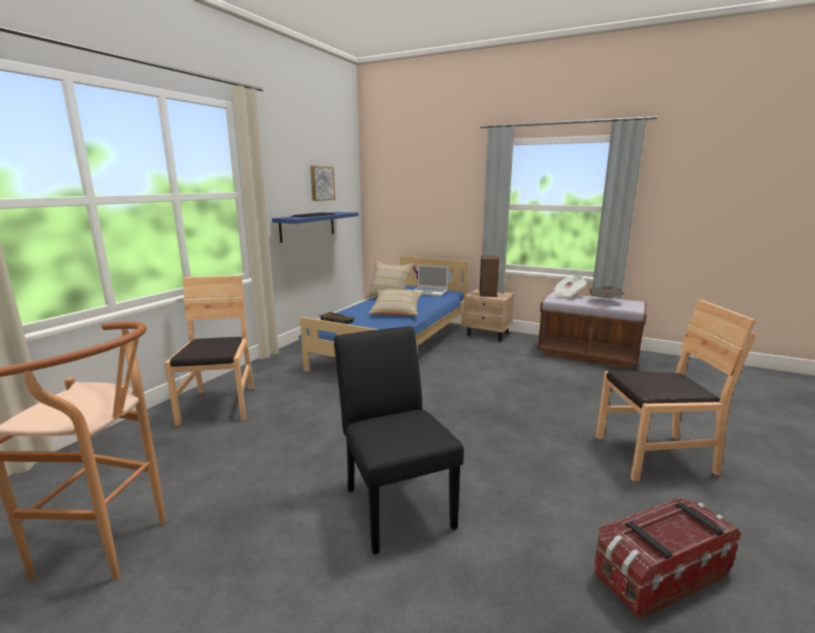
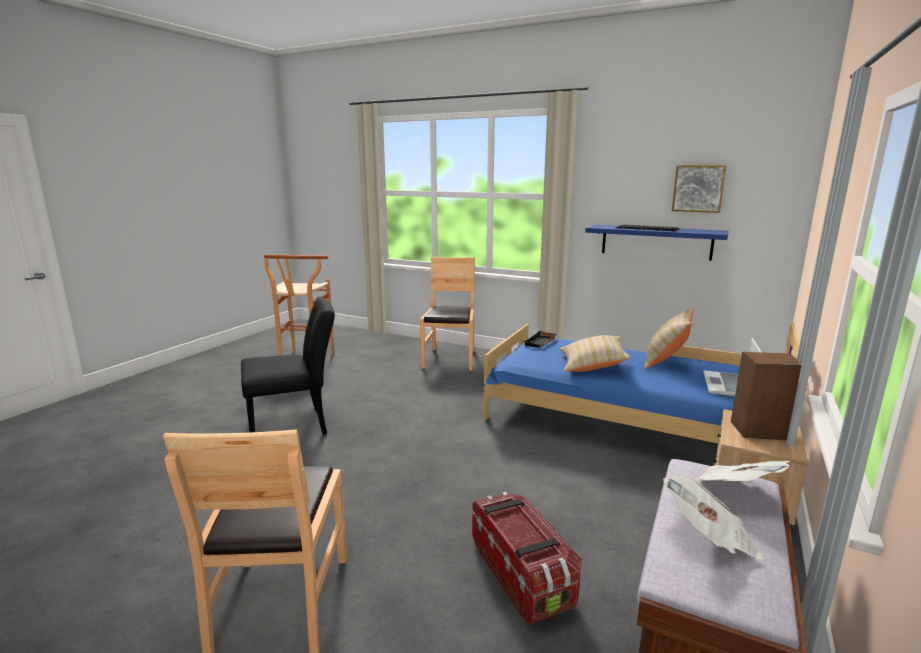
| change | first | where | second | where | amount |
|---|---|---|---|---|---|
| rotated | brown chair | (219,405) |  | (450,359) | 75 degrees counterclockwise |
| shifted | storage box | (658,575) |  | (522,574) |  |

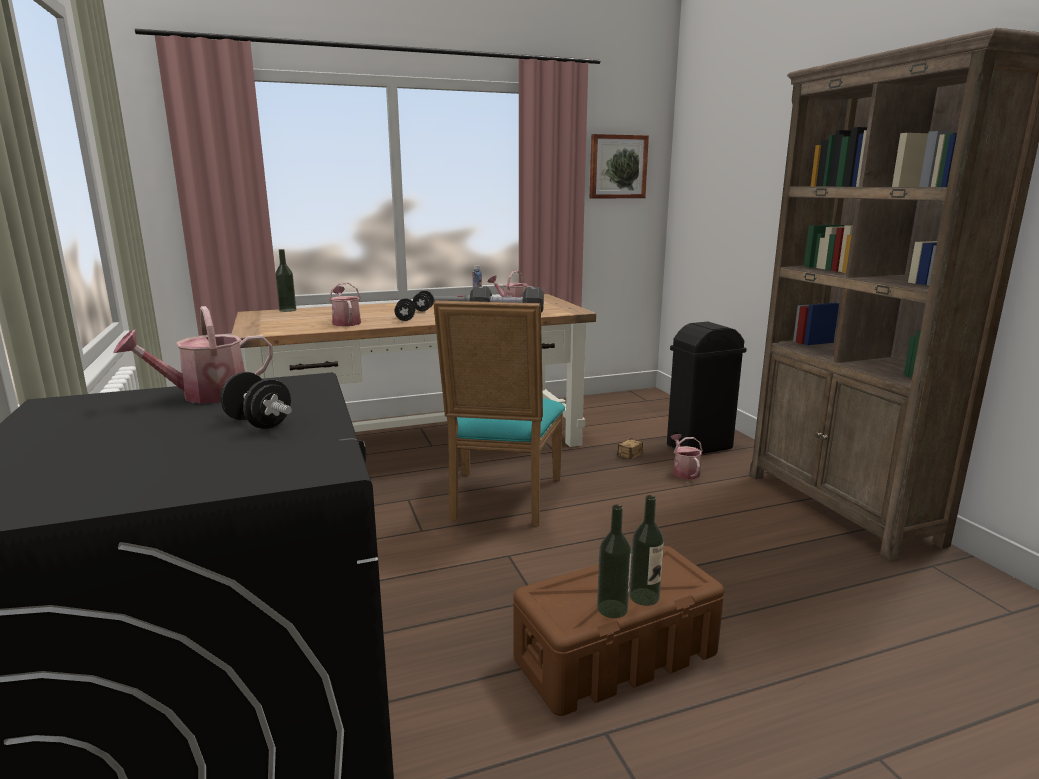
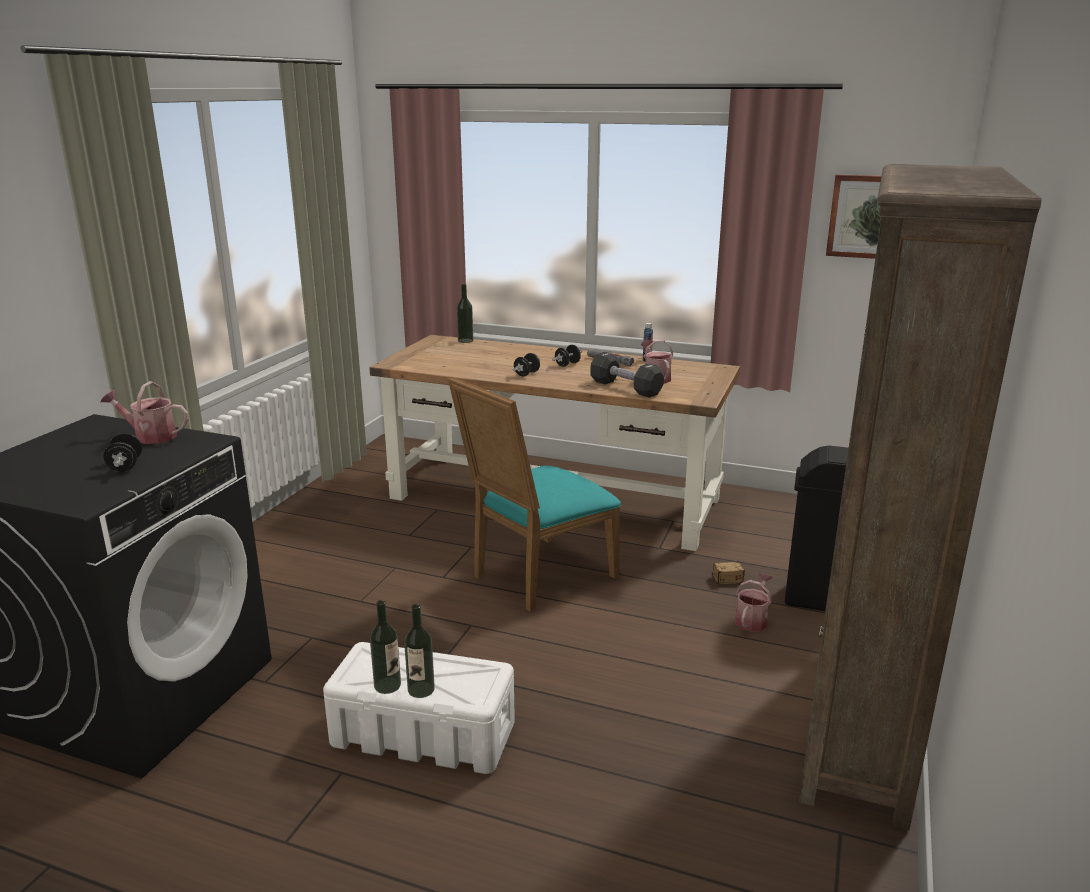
| change | first | where | second | where | amount |
|---|---|---|---|---|---|
| gone | watering can | (345,322) |  |  |  |
| repainted | brown storage box | (617,656) | white storage box | (424,734) |  |

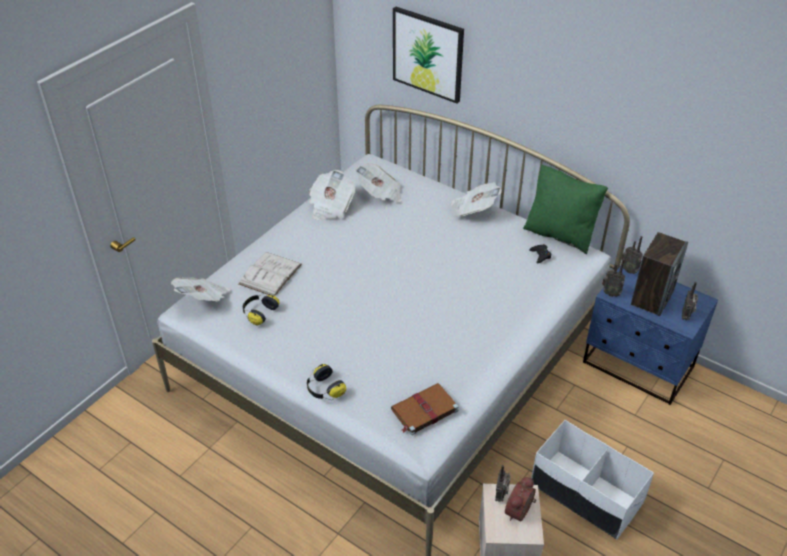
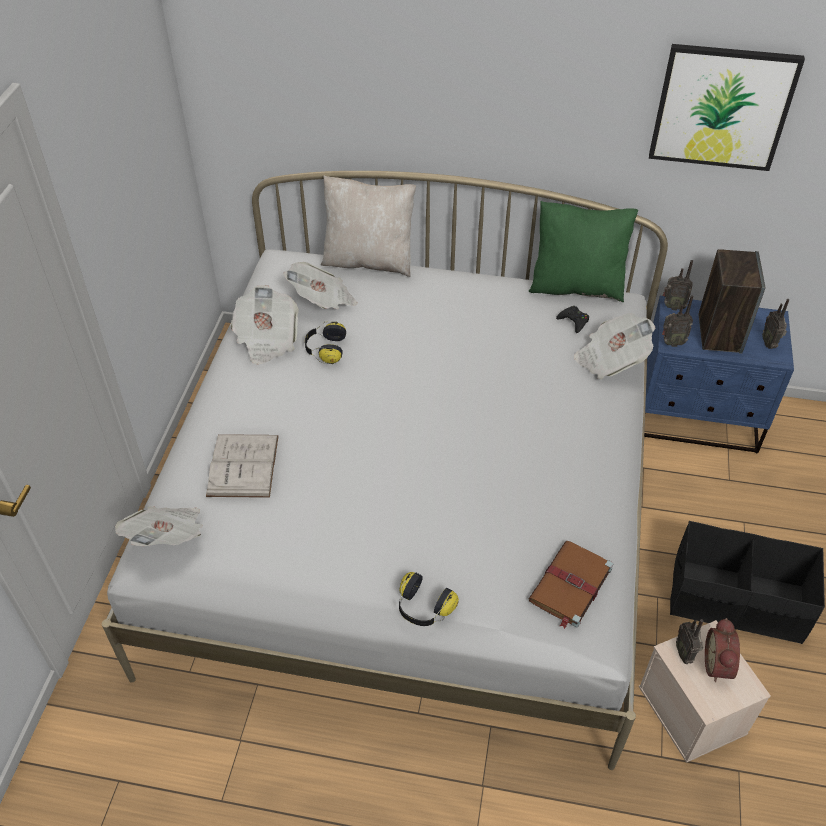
| change | first | where | second | where | amount |
|---|---|---|---|---|---|
| shifted | picture | (428,54) |  | (722,107) |  |
| shifted | newspaper | (473,209) |  | (611,359) |  |
| shifted | headphones | (259,313) |  | (325,349) |  |
| repainted | white storage box | (586,494) | black storage box | (736,601) |  |
| new |  |  | beige pillow | (369,260) |  |

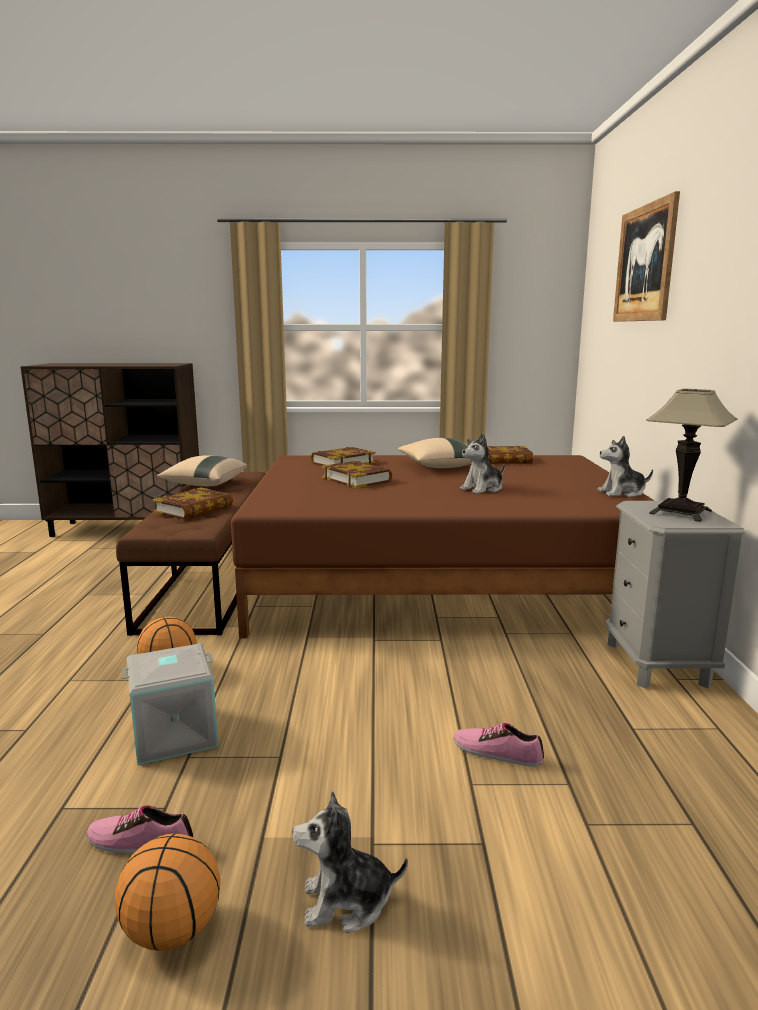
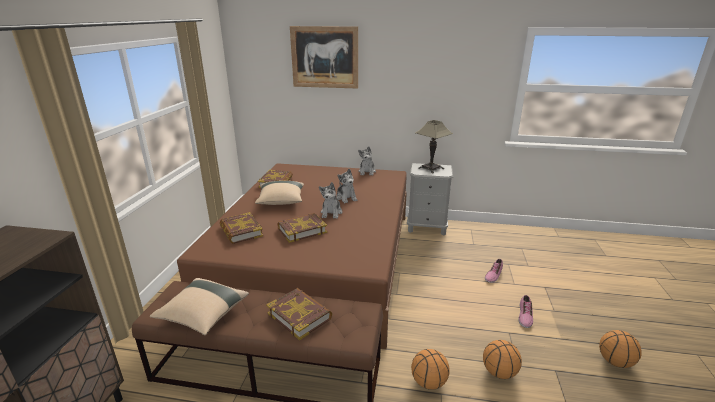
| change | first | where | second | where | amount |
|---|---|---|---|---|---|
| swapped | grey storage box | (174,735) | basketball | (499,372) |  |
| shifted | plush toy | (346,902) |  | (331,213) |  |
| shifted | shoe | (140,841) |  | (524,315) |  |

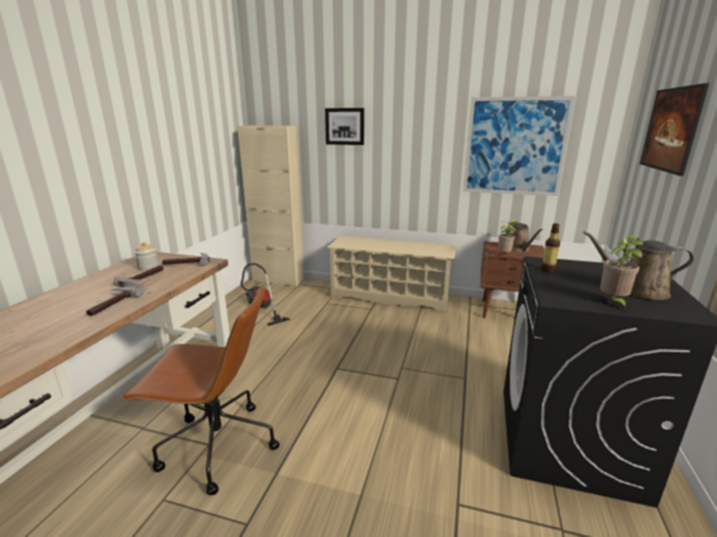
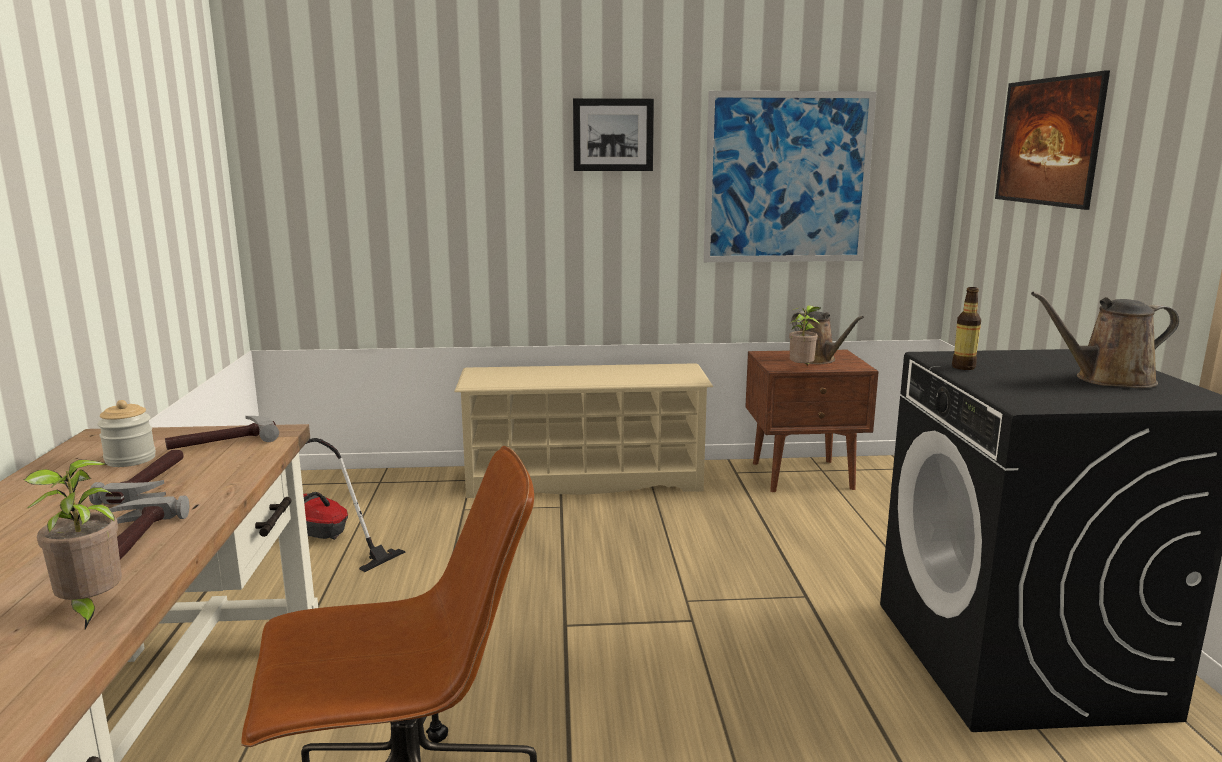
| change | first | where | second | where | amount |
|---|---|---|---|---|---|
| shifted | picture | (345,126) |  | (613,135) |  |
| gone | beige cabinet | (279,280) |  |  |  |
| shifted | potted plant | (613,302) |  | (90,610) |  |

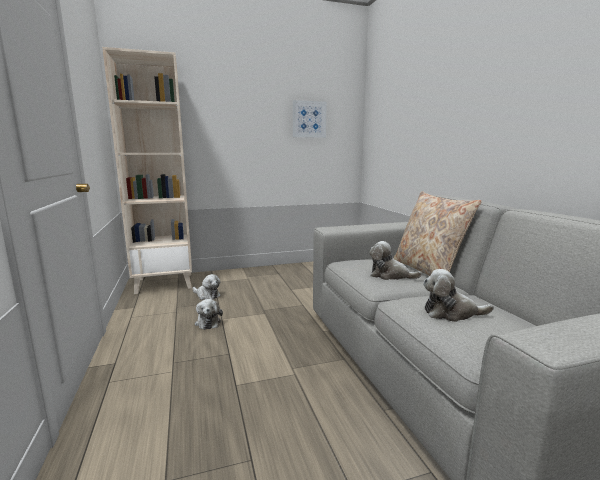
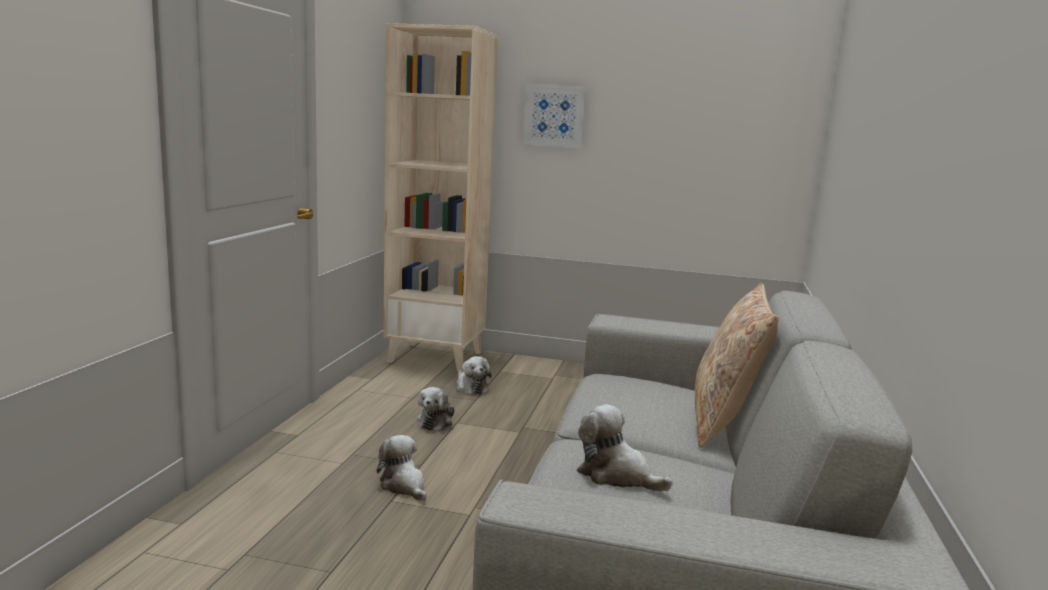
| change | first | where | second | where | amount |
|---|---|---|---|---|---|
| shifted | picture | (309,119) |  | (554,115) |  |
| shifted | plush toy | (390,275) |  | (404,486) |  |

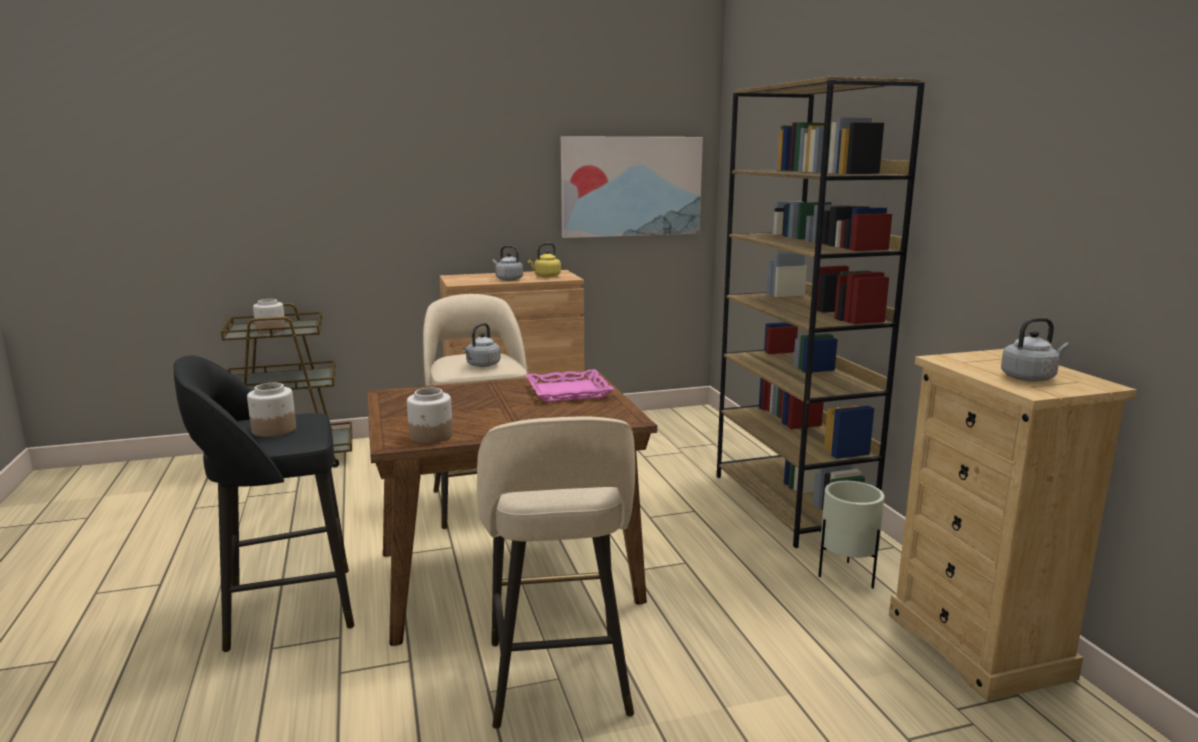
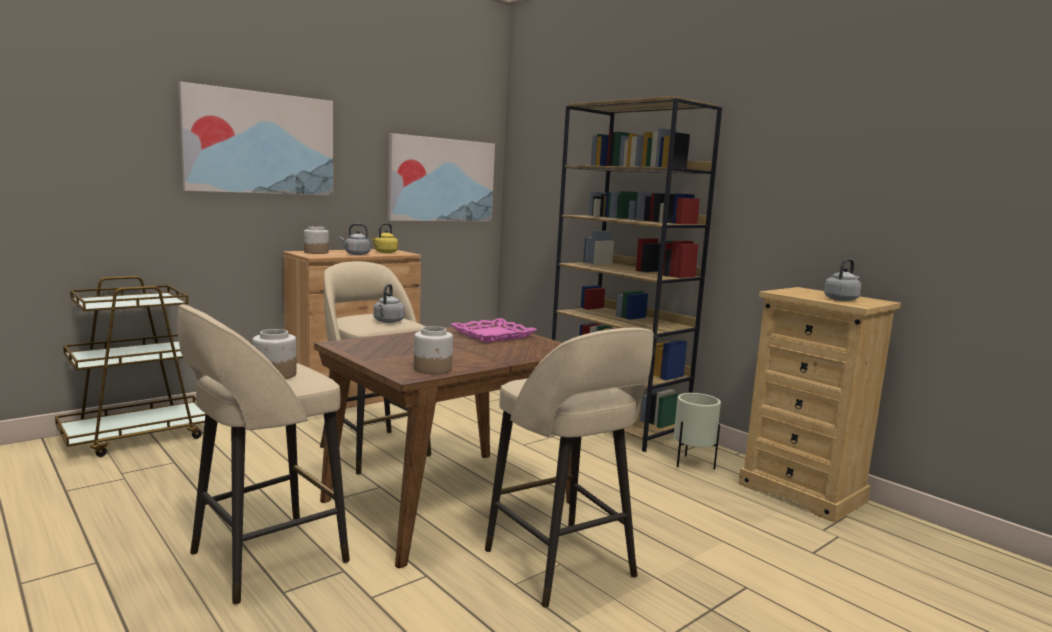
| change | first | where | second | where | amount |
|---|---|---|---|---|---|
| shifted | jar | (270,330) |  | (316,252) |  |
| repainted | black stool | (285,608) | beige stool | (264,559) |  |
| new |  |  | picture | (260,143) |  |

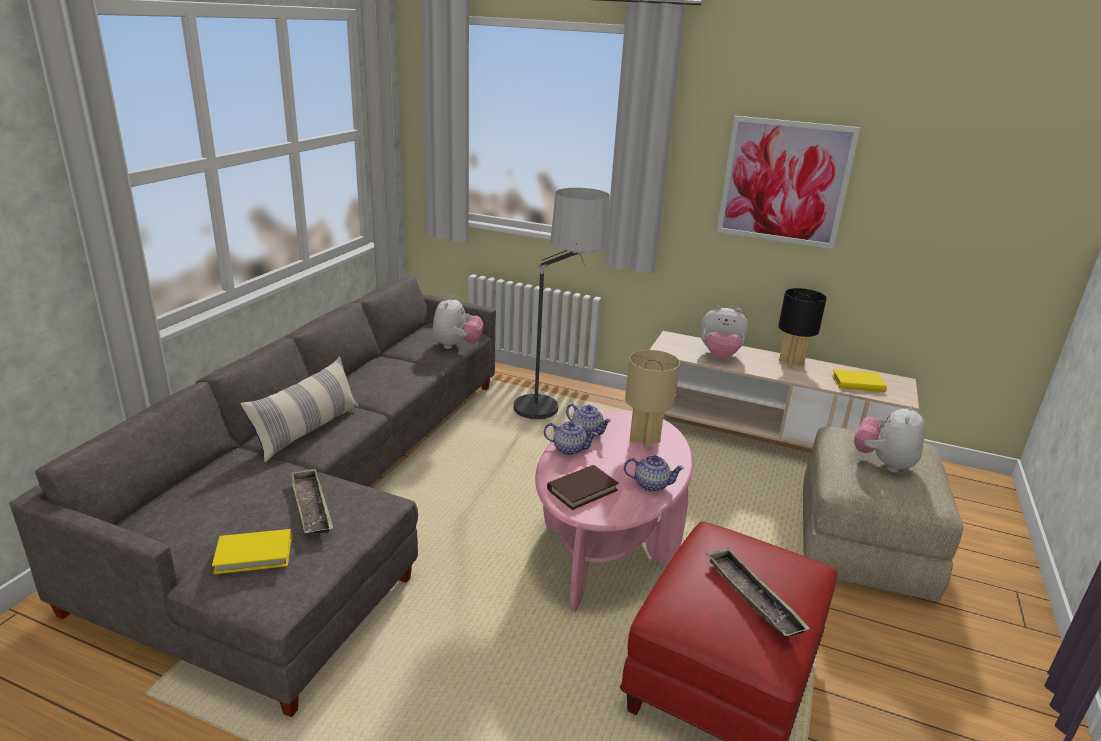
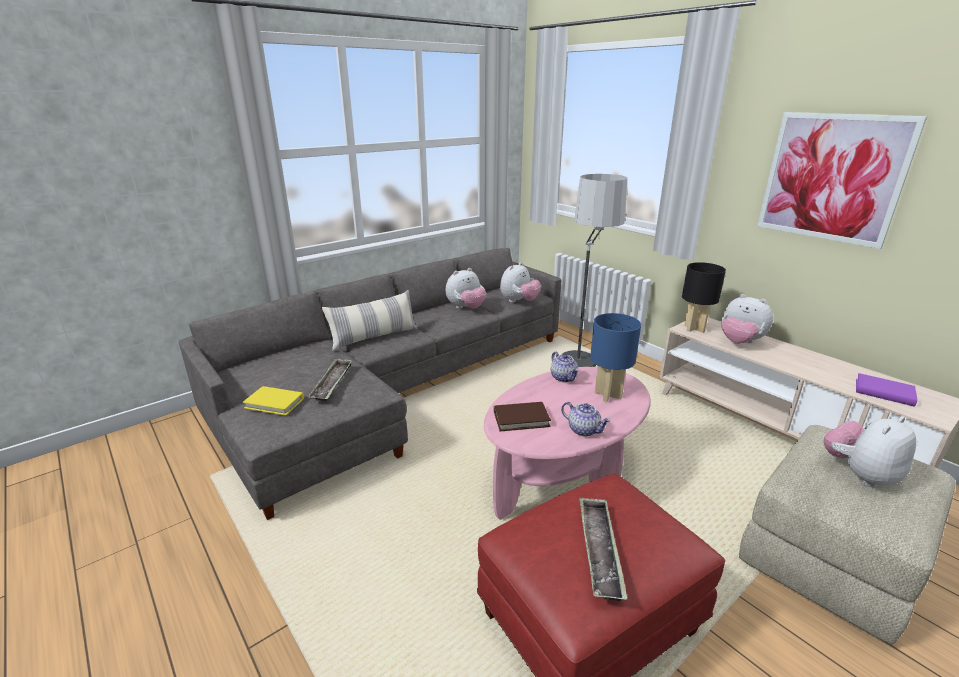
| change | first | where | second | where | amount |
|---|---|---|---|---|---|
| shifted | black table lamp | (791,362) |  | (694,328) |  |
| repainted | beige table lamp | (644,441) | blue table lamp | (607,395) |  |
| repainted | yellow book | (857,384) | purple book | (884,392) |  |
| gone | teapot | (569,449) |  |  |  |
| new |  |  | plush toy | (466,308) |  |

